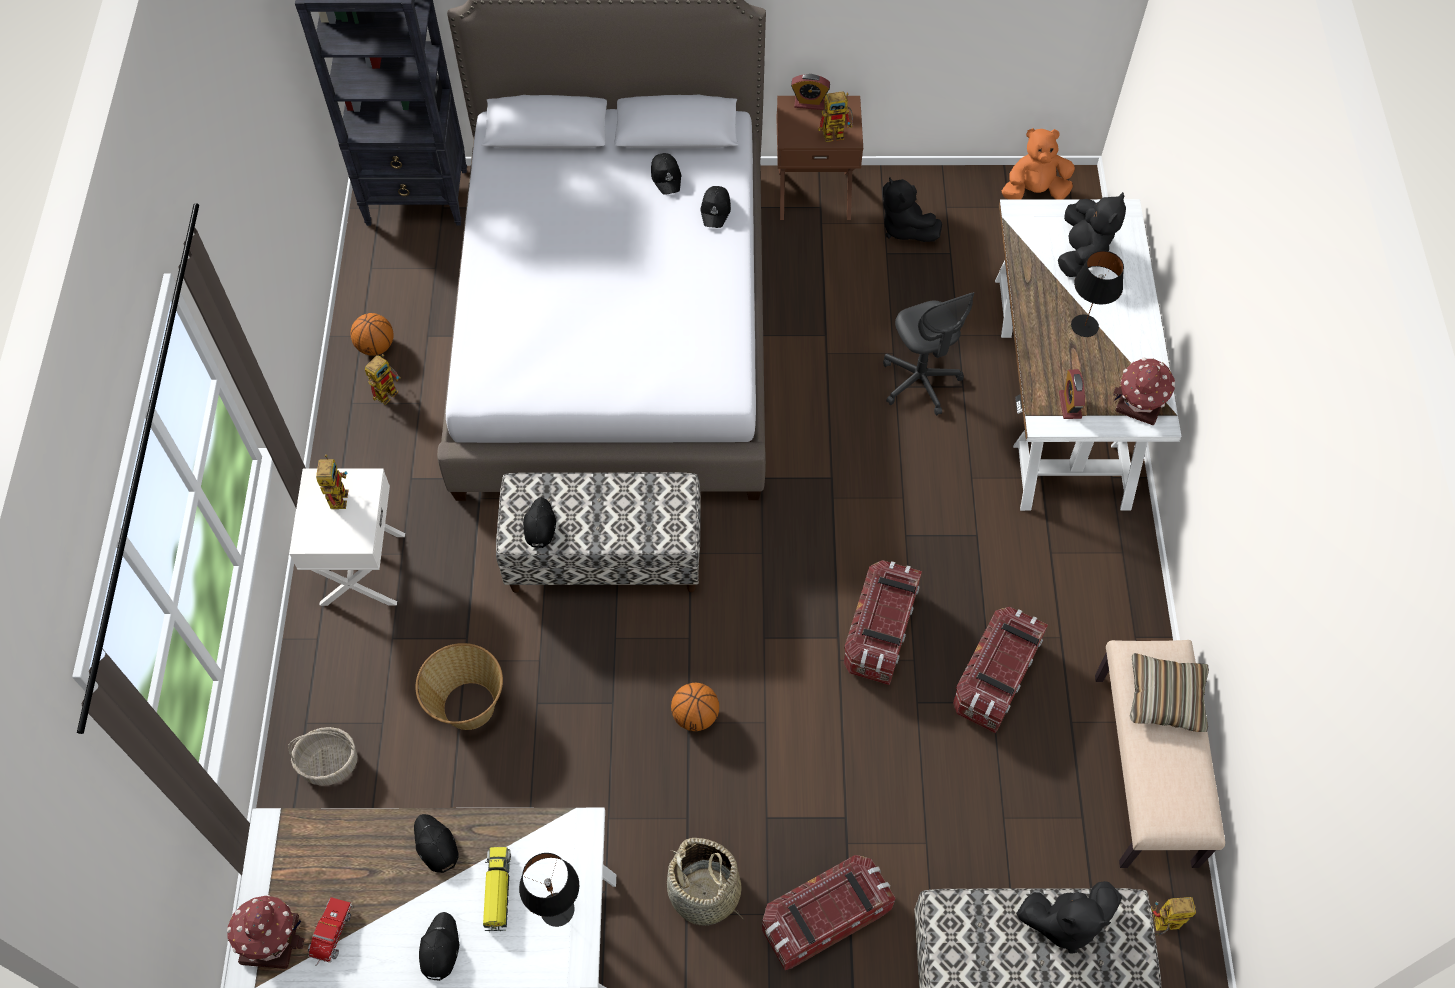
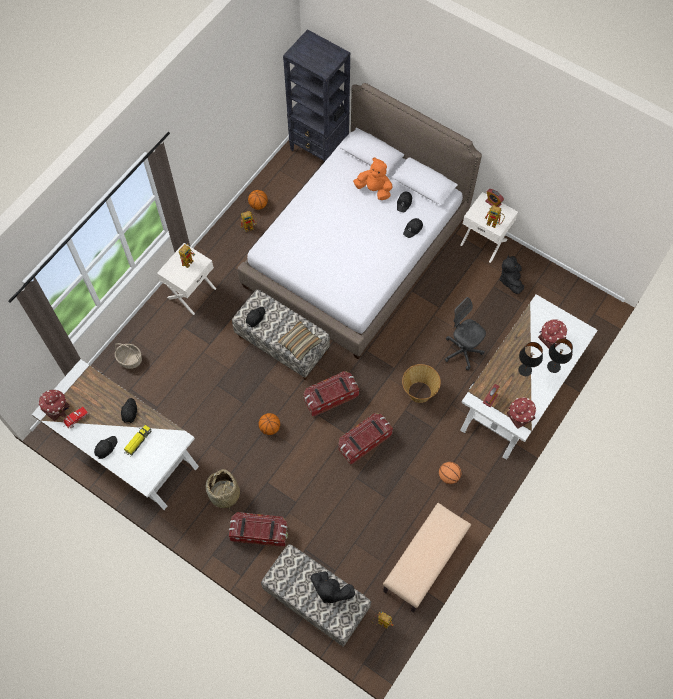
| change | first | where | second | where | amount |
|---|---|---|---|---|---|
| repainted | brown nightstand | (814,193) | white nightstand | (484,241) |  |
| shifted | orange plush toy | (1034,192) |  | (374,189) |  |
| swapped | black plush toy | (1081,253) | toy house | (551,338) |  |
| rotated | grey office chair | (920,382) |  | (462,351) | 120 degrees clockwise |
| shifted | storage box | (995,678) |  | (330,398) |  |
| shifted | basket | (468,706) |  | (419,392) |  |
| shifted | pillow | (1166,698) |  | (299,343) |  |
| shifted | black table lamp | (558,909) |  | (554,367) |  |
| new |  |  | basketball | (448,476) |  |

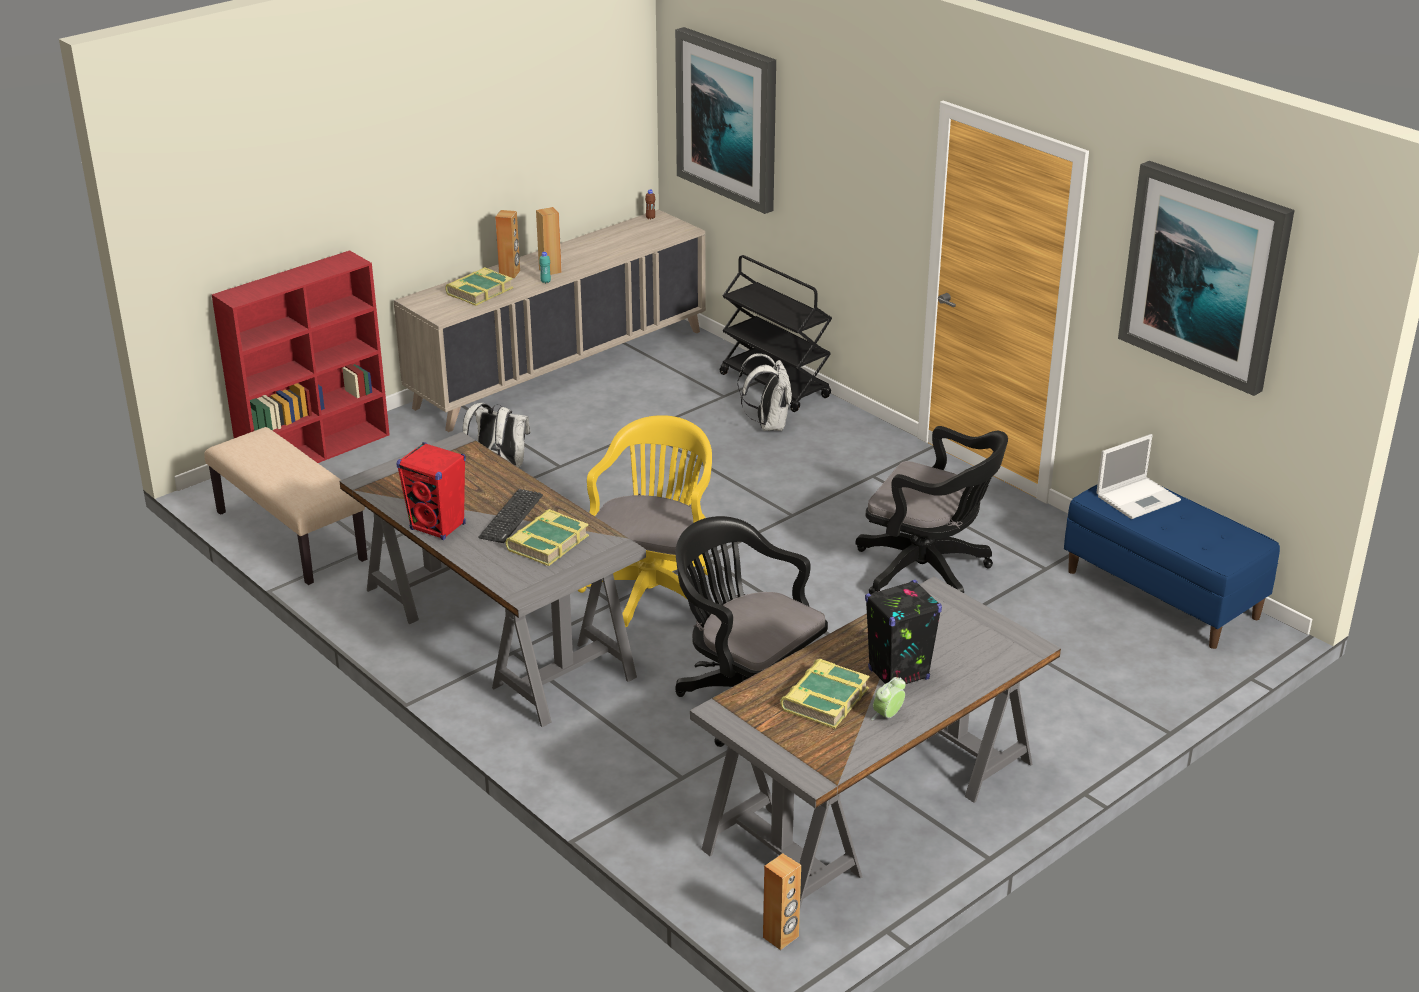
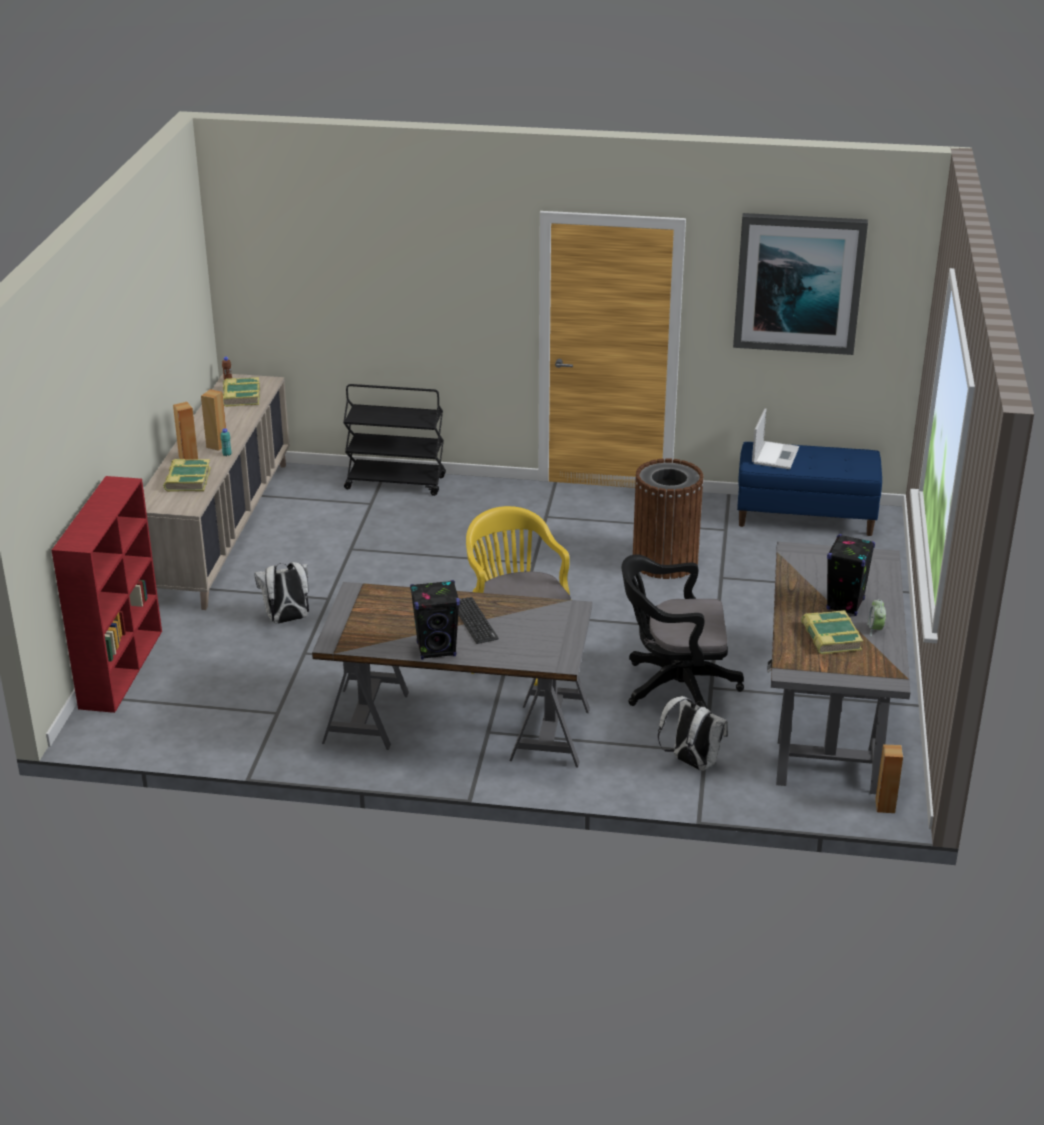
| change | first | where | second | where | amount |
|---|---|---|---|---|---|
| gone | picture | (728,118) |  |  |  |
| shifted | white backpack | (768,425) |  | (691,762) |  |
| swapped | black office chair | (928,572) | brown trash can | (665,562) |  |
| gone | beige bench | (289,536) |  |  |  |
| repainted | red speaker | (438,527) | black speaker | (436,649) |  |
| shifted | book | (547,543) |  | (241,396) |  |

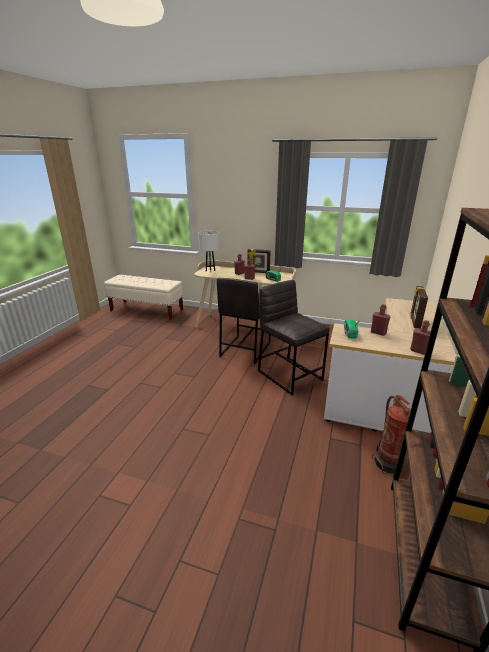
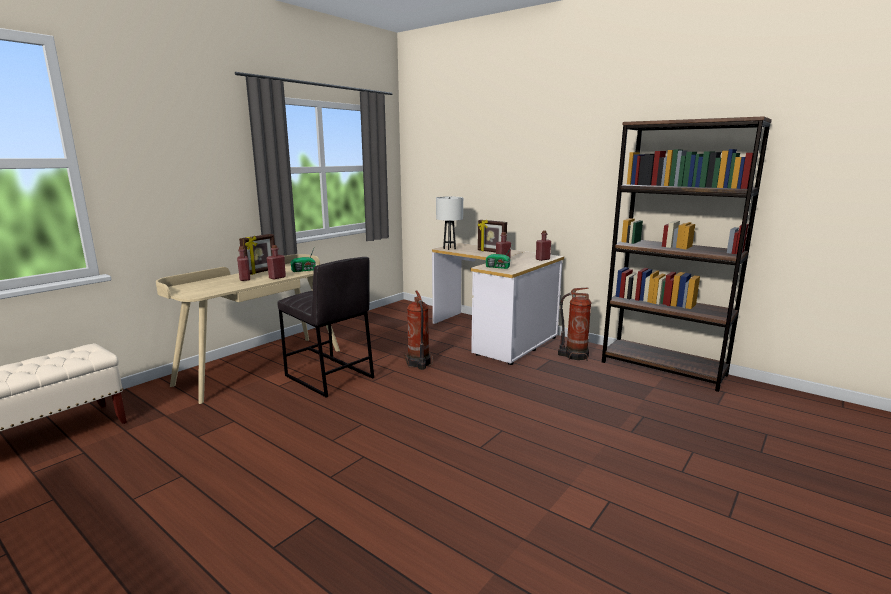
| change | first | where | second | where | amount |
|---|---|---|---|---|---|
| shifted | white table lamp | (210,271) |  | (449,248) |  |
| swapped | grey stool | (290,375) | fire extinguisher | (418,363) |  |

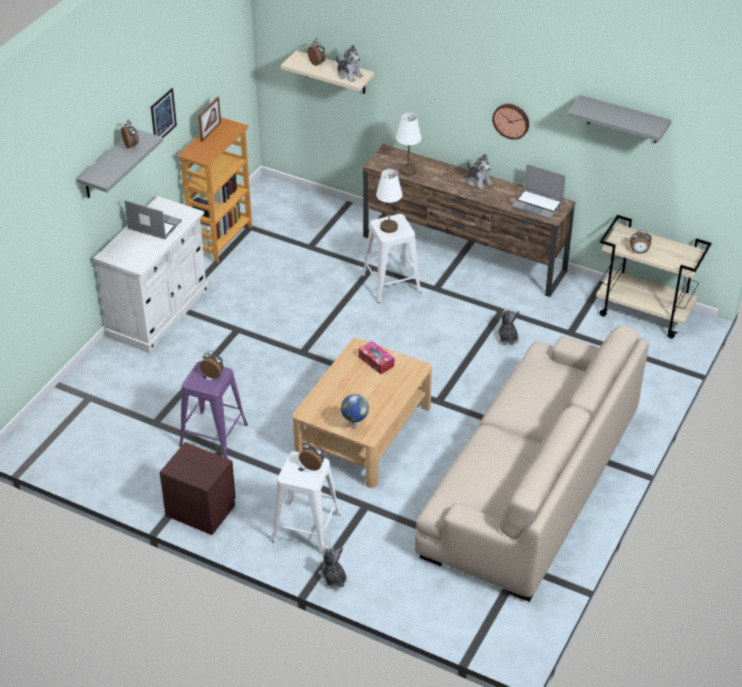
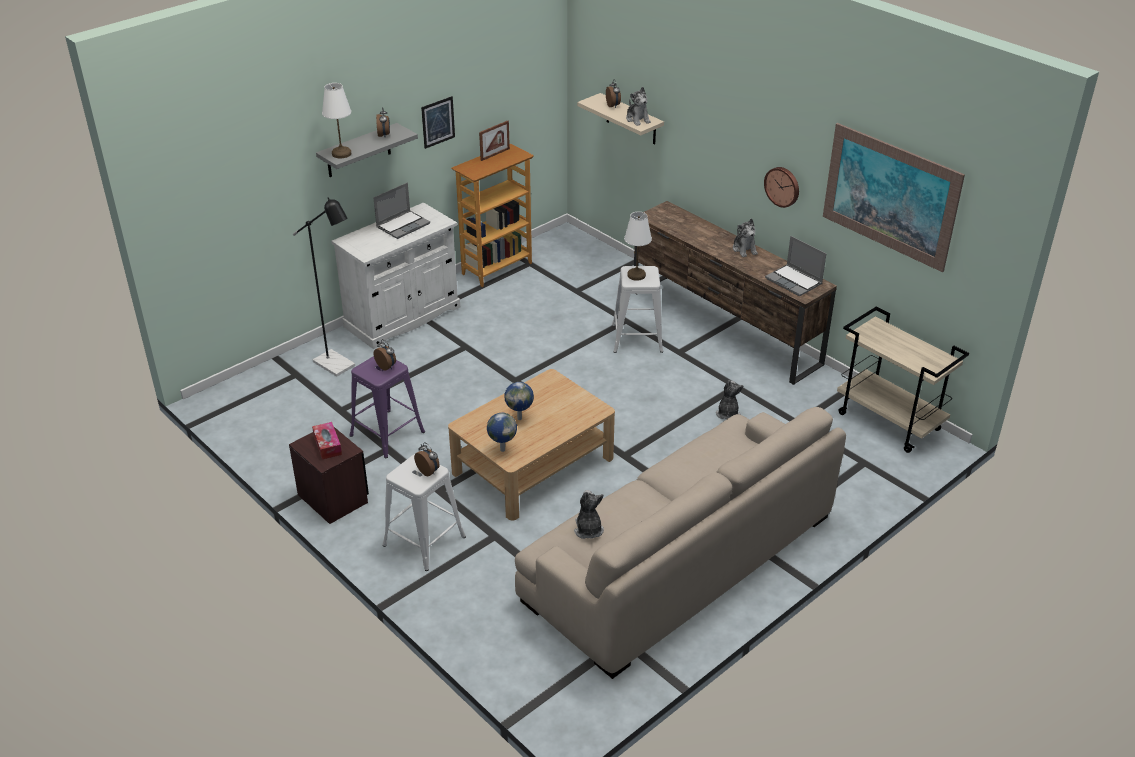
| change | first | where | second | where | amount |
|---|---|---|---|---|---|
| swapped | grey shelf | (623,119) | picture | (890,196) |  |
| shifted | white table lamp | (407,170) |  | (341,153) |  |
| rotated | laptop | (153,226) |  | (403,225) | 90 degrees clockwise |
| gone | alarm clock | (639,252) |  |  |  |
| shifted | tissue box | (376,361) |  | (327,445) |  |
| shifted | plush toy | (333,579) |  | (588,529) |  |
| new |  |  | black floor lamp | (339,366) |  |
| new |  |  | globe | (520,418) |  |

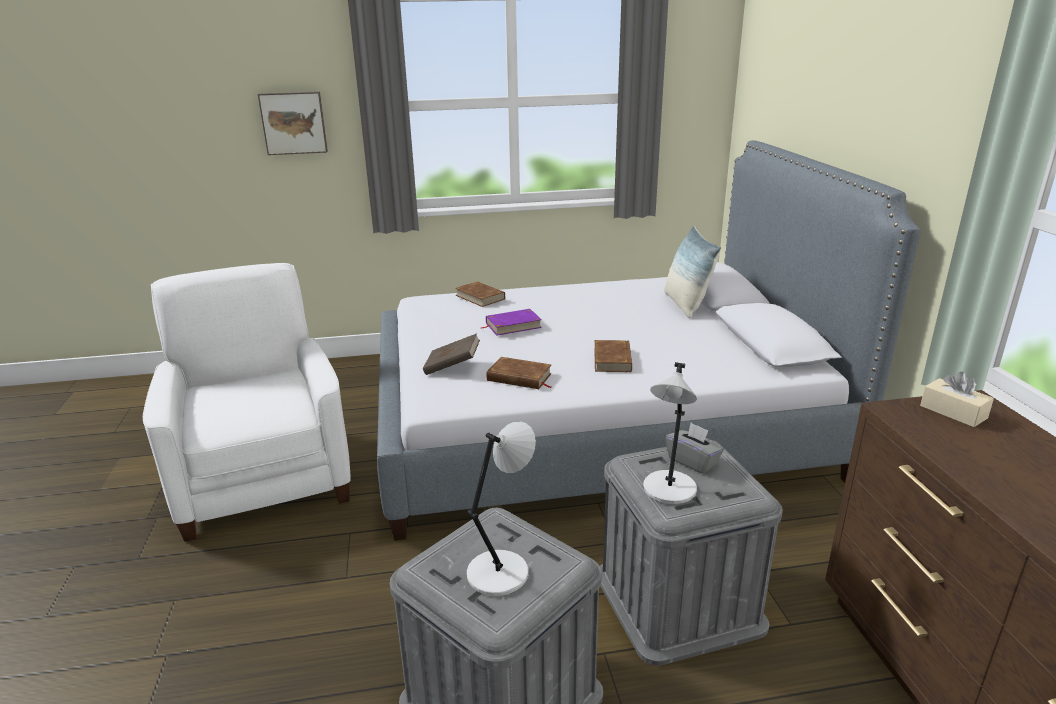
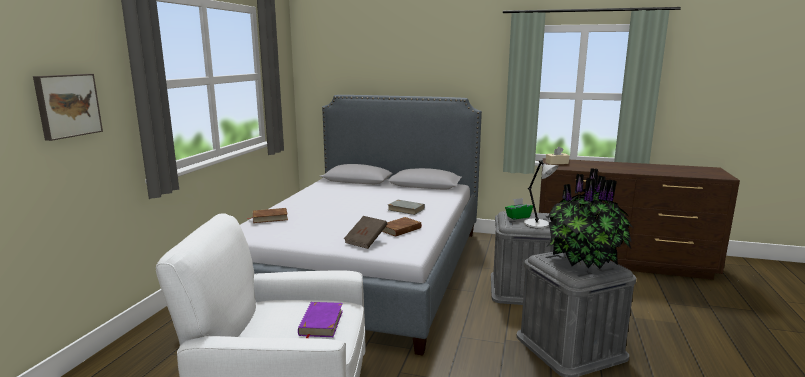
| change | first | where | second | where | amount |
|---|---|---|---|---|---|
| gone | pillow | (685,305) |  |  |  |
| shifted | purple book | (513,325) |  | (321,323) |  |
| repainted | brown book | (613,360) | grey book | (406,209) |  |
| swapped | grey table lamp | (500,571) | potted plant | (585,262) |  |
| repainted | grey tissue box | (693,461) | green tissue box | (518,217) |  |

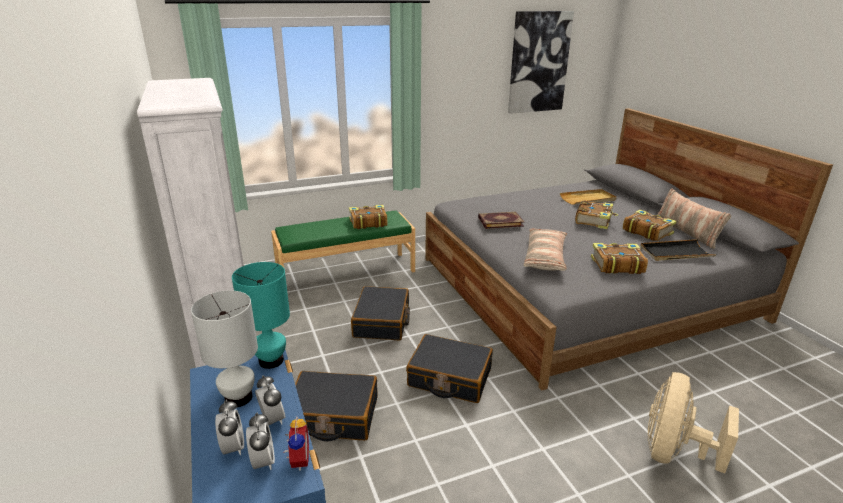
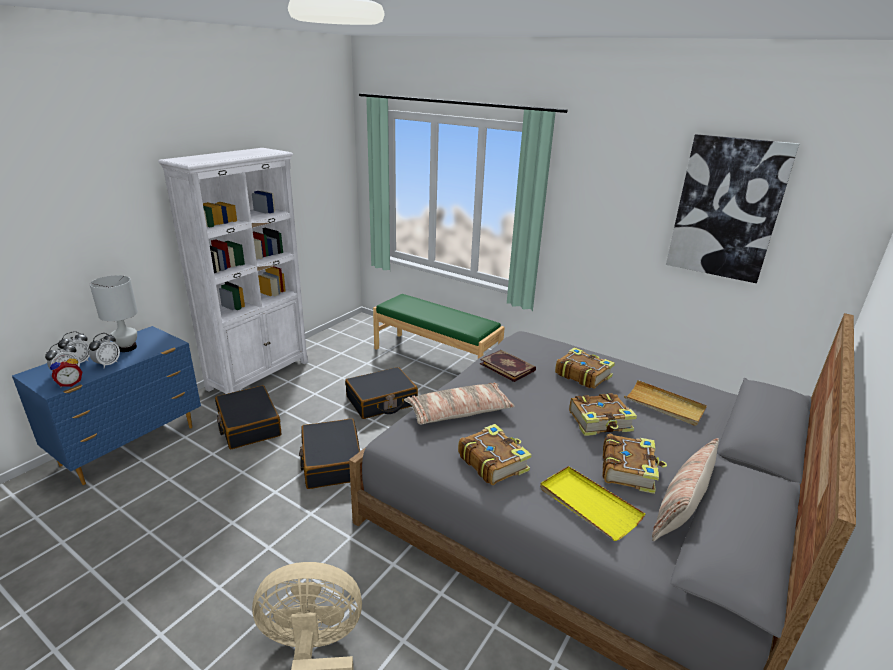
| change | first | where | second | where | amount |
|---|---|---|---|---|---|
| shifted | book | (367,222) |  | (582,375) |  |
| repainted | black tray | (675,253) | yellow tray | (588,504) |  |
| gone | turquoise table lamp | (272,360) |  |  |  |

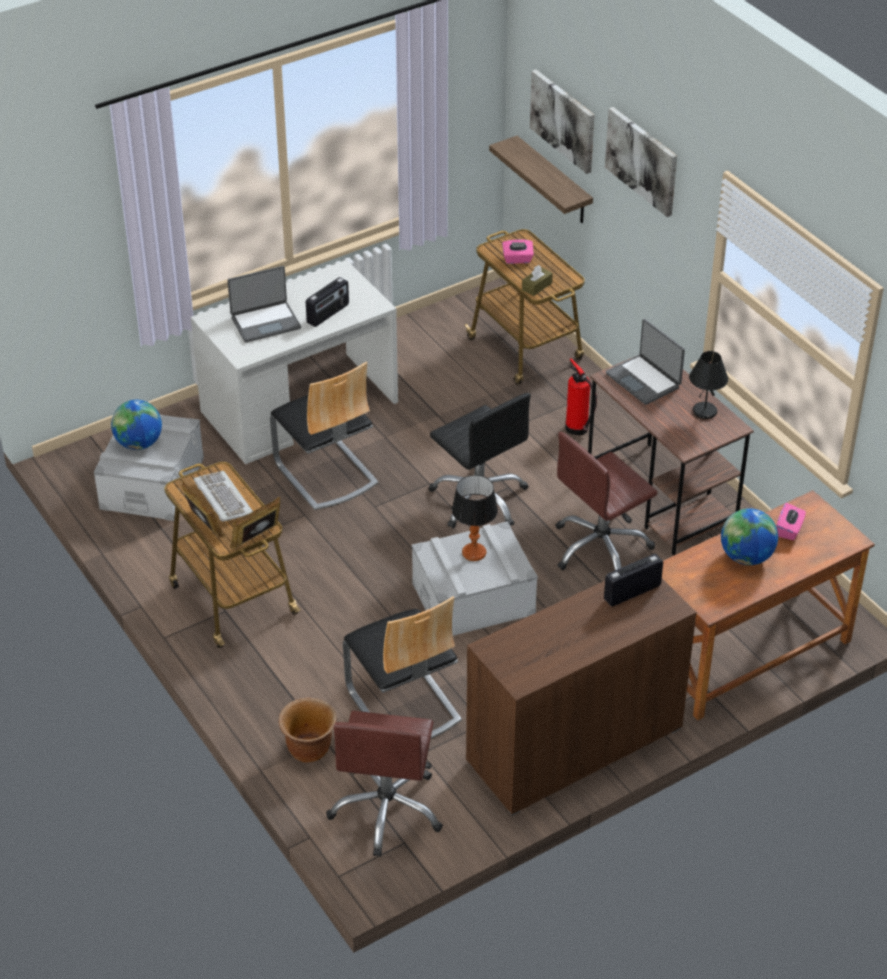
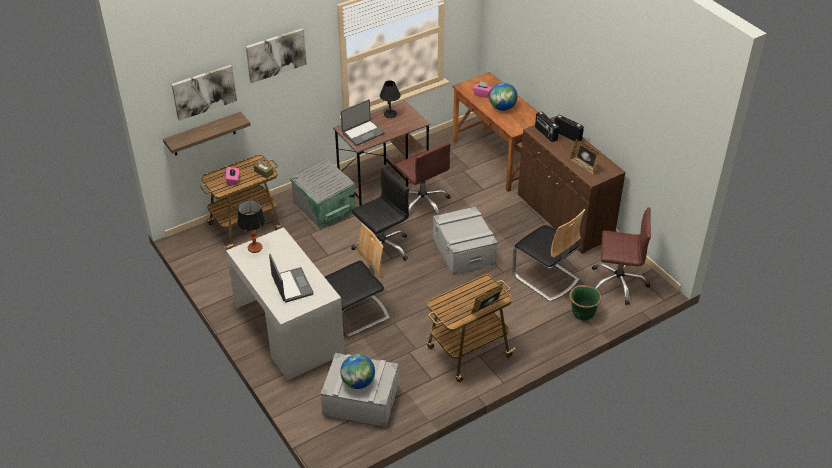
| change | first | where | second | where | amount |
|---|---|---|---|---|---|
| shifted | radio | (328,314) |  | (567,135) |  |
| swapped | fire extinguisher | (577,430) | grey storage box | (323,208) |  |
| gone | keyboard | (222,498) |  |  |  |
| shifted | table lamp | (474,552) |  | (255,247) |  |
| shifted | picture frame | (257,539) |  | (584,166) |  |
| rotated | chair | (402,705) |  | (545,278) | 75 degrees clockwise |
| repainted | brown planter | (309,749) | green planter | (582,314) |  |

